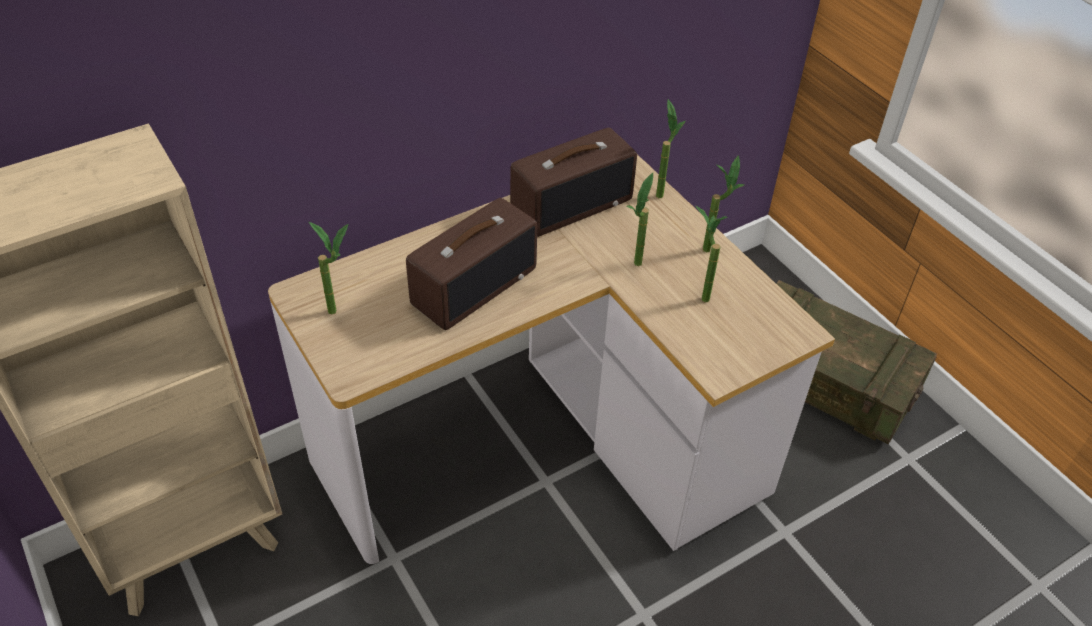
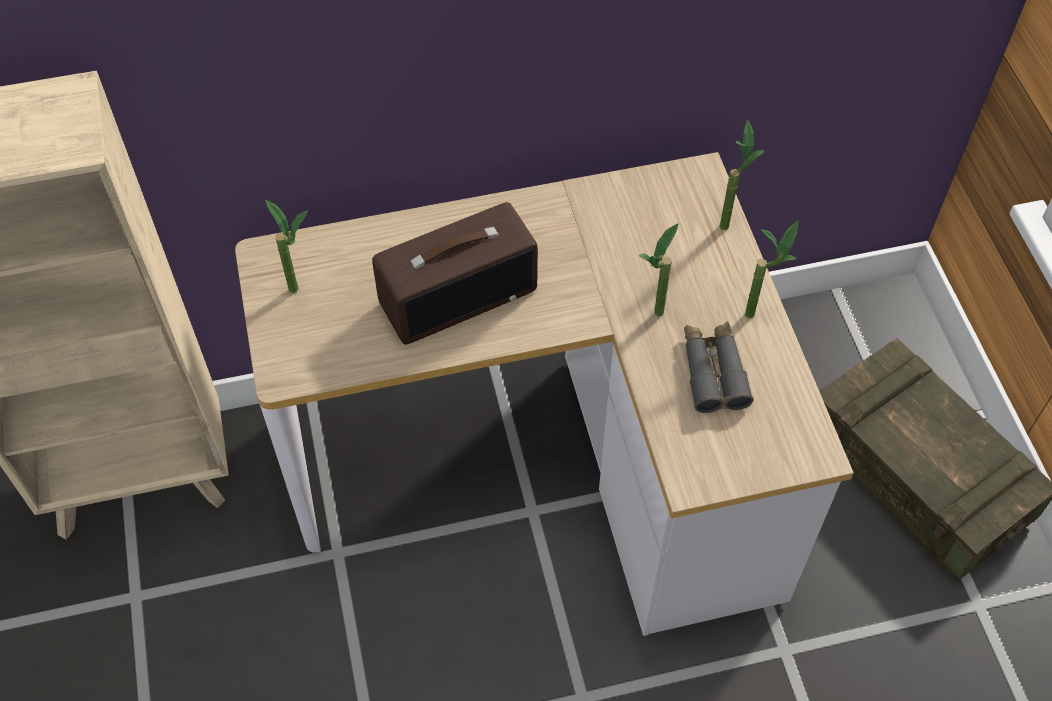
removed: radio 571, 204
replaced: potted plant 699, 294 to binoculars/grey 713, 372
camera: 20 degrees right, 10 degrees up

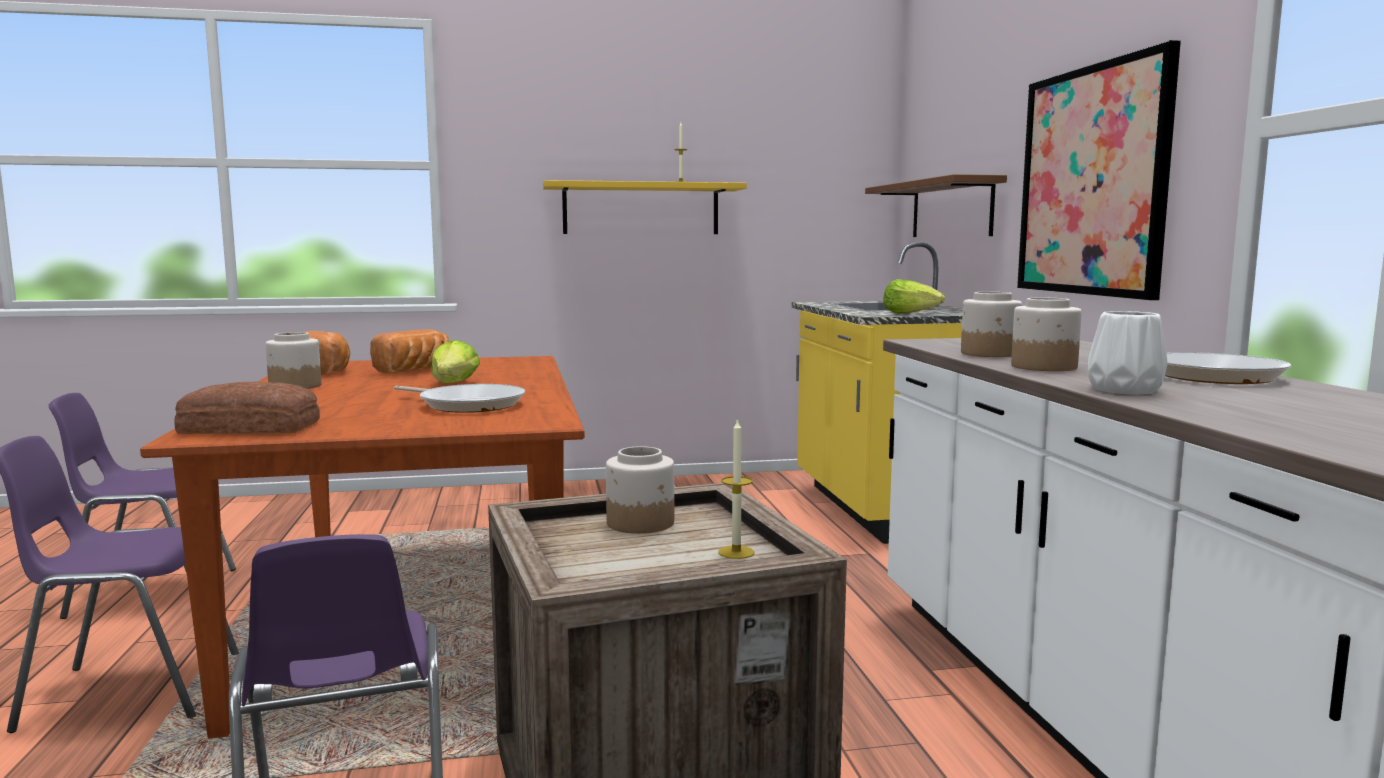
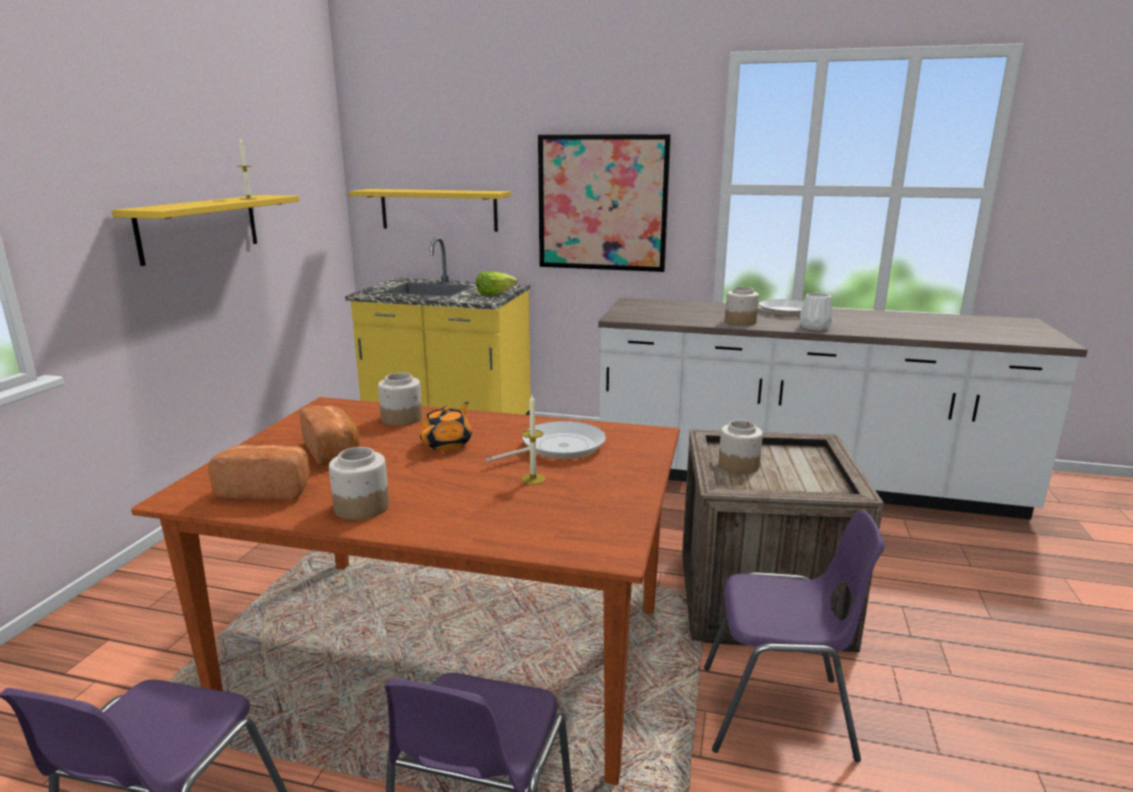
removed: bread 249, 428
moved: candle 736, 552 to 533, 479; jar 990, 354 to 402, 418
replaced: lettuce 454, 384 to teapot/orange 447, 444
recoloured: shelf/brown 951, 209 to shelf/yellow 438, 210
camera: 65 degrees left, 10 degrees up

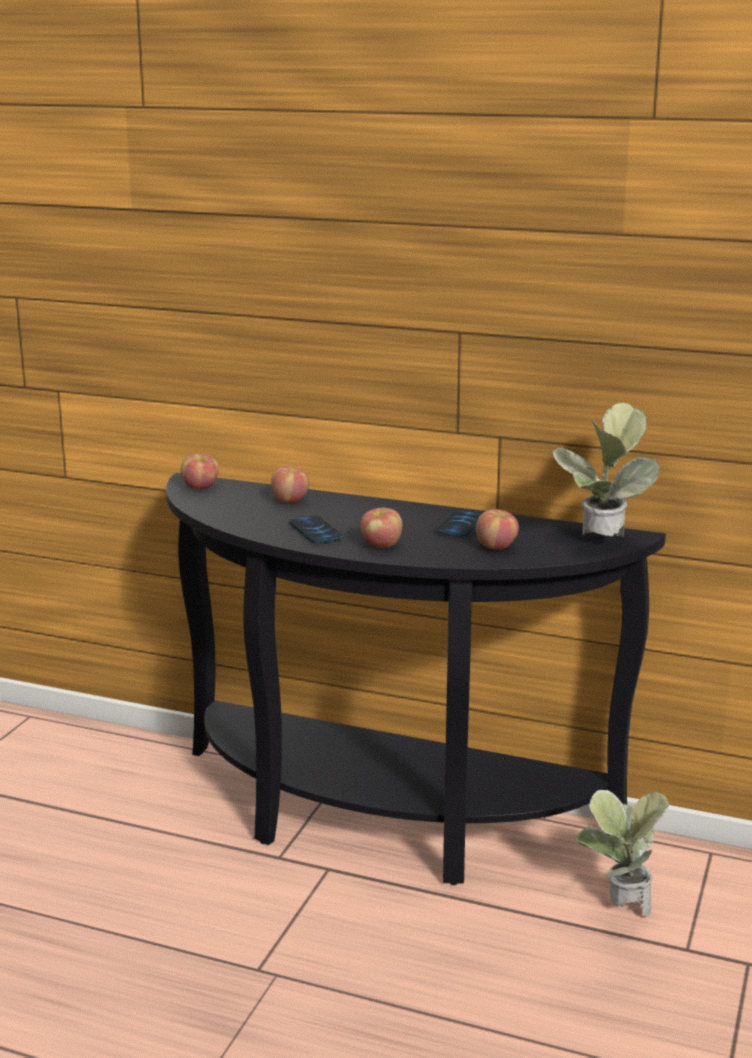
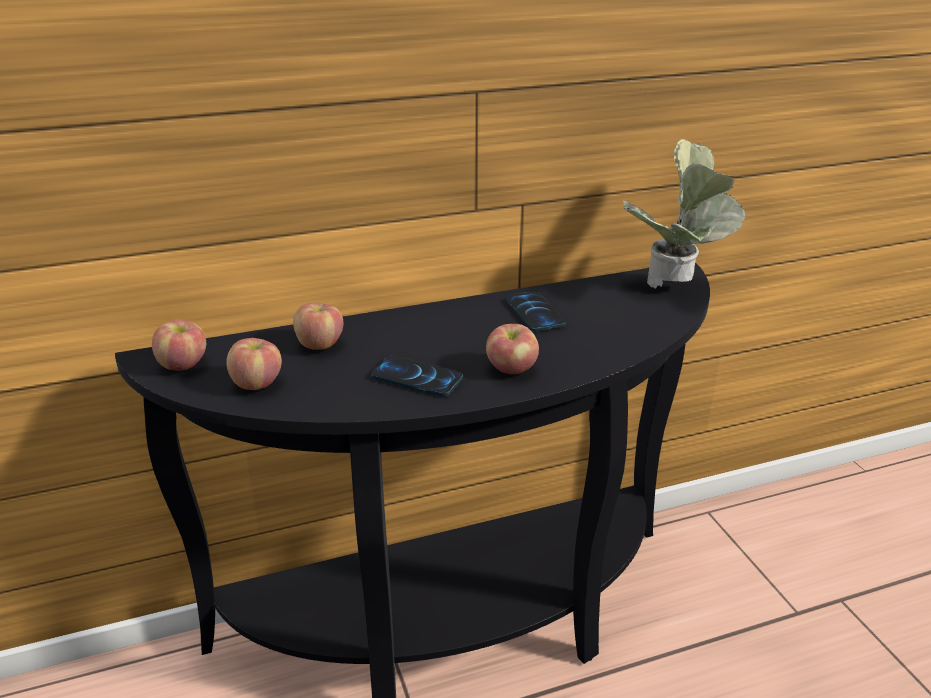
removed: potted plant 618, 907
moved: apple 496, 547 to 257, 383
camera: 40 degrees left, 10 degrees up

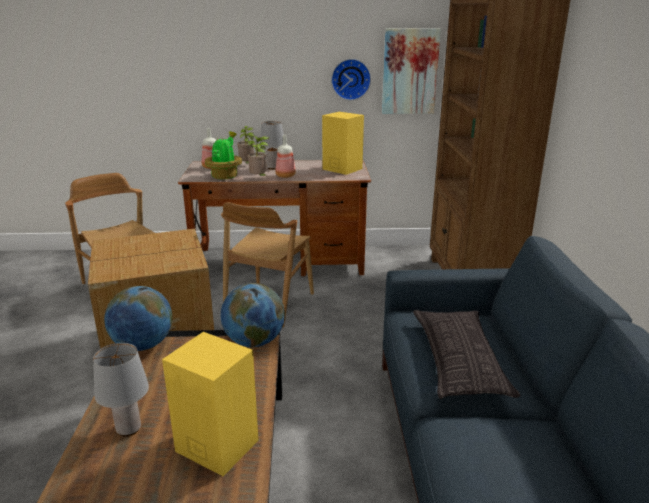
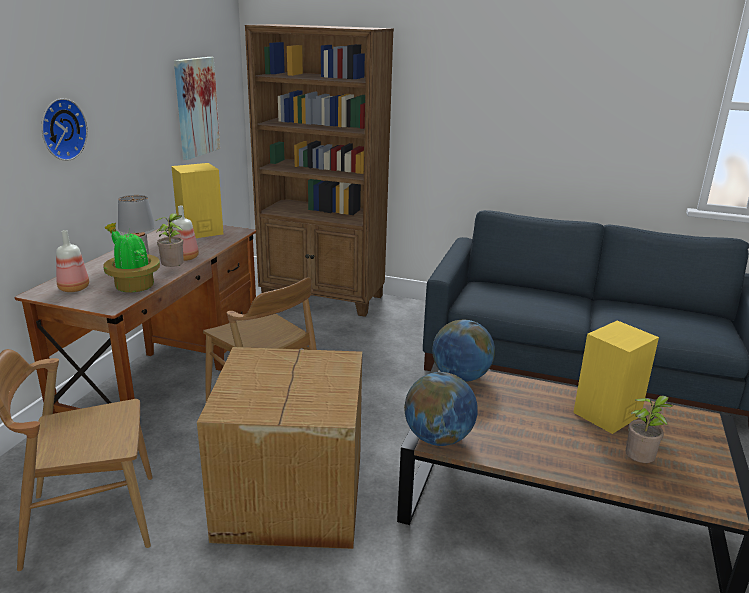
removed: table lamp/grey 128, 429; pillow 459, 360
moved: potted plant 247, 165 to 639, 463; wall clock 350, 79 to 61, 129
camera: 70 degrees left, 0 degrees up

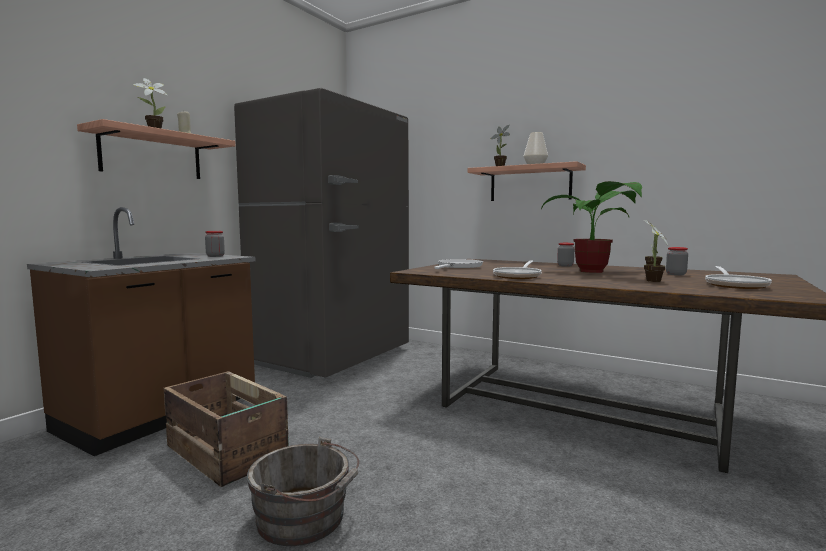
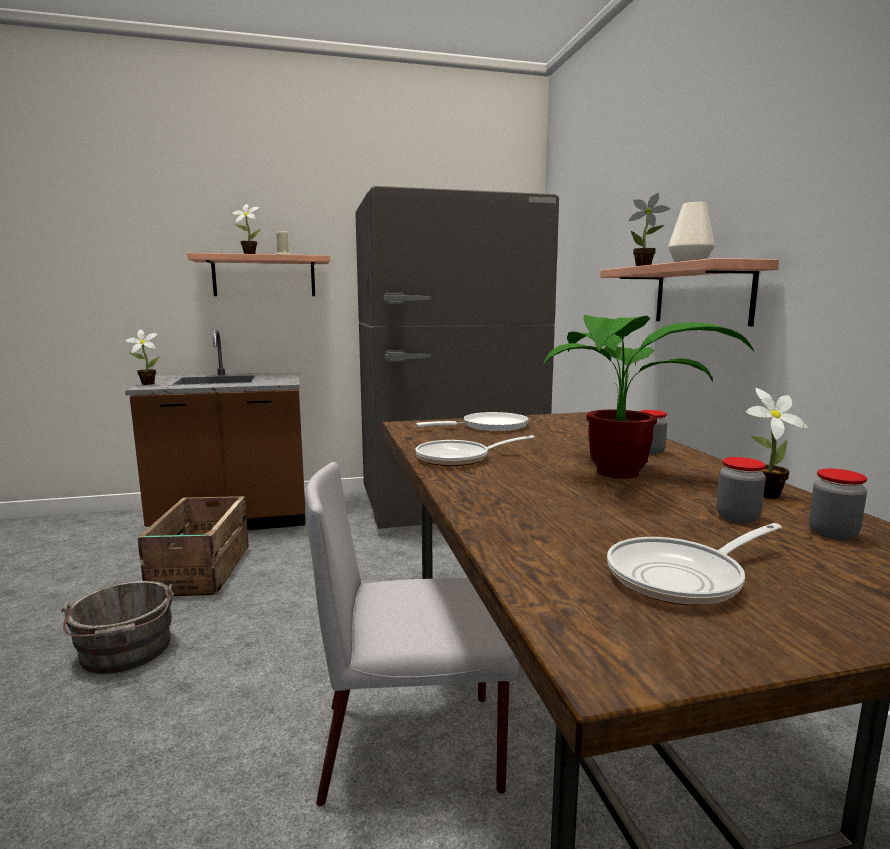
added: chair/grey 414, 745
moved: jar 215, 256 to 832, 534; potted plant 652, 281 to 146, 384
camera: 45 degrees right, 5 degrees up

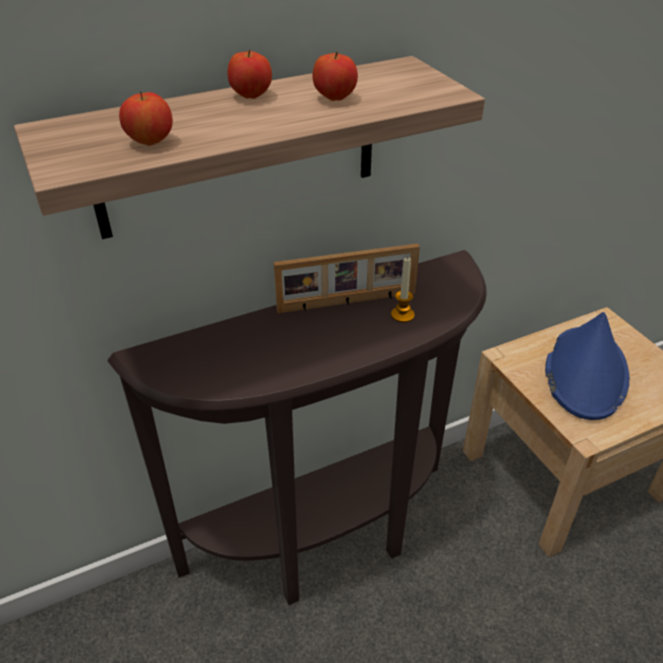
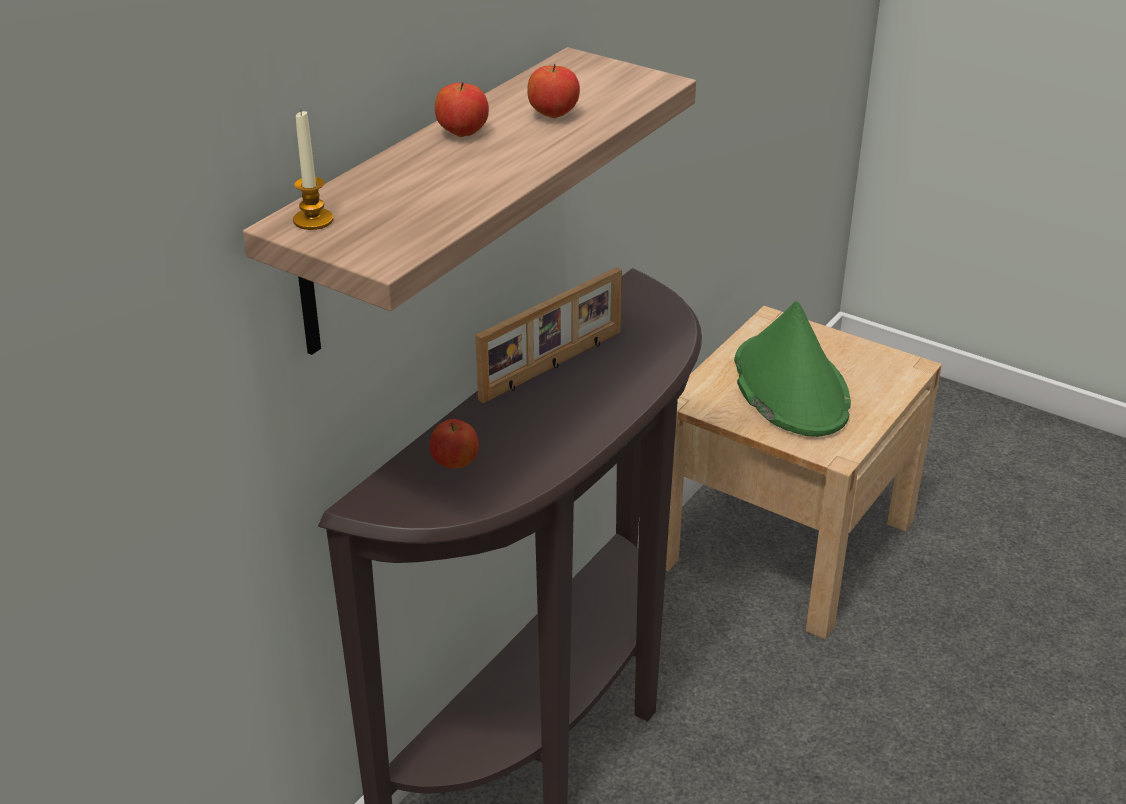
moved: apple 150, 142 to 455, 464; candle 402, 315 to 313, 220
recoloured: hat/blue 585, 372 to hat/green 789, 387
camera: 30 degrees left, 5 degrees down

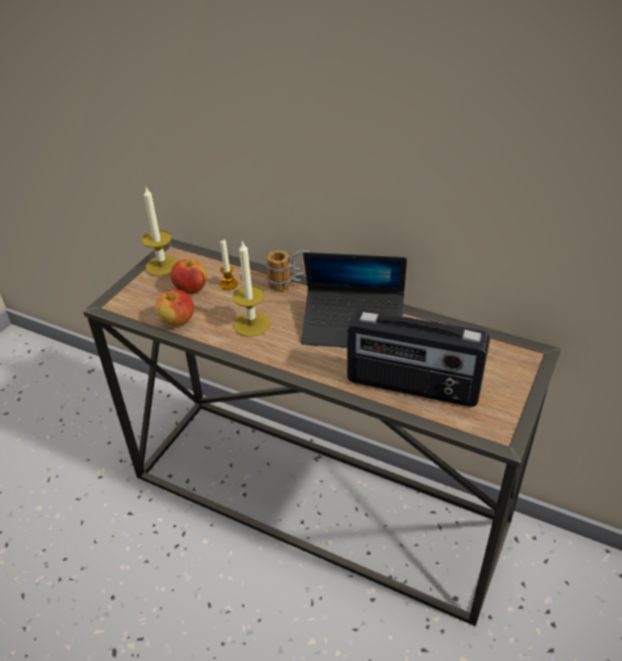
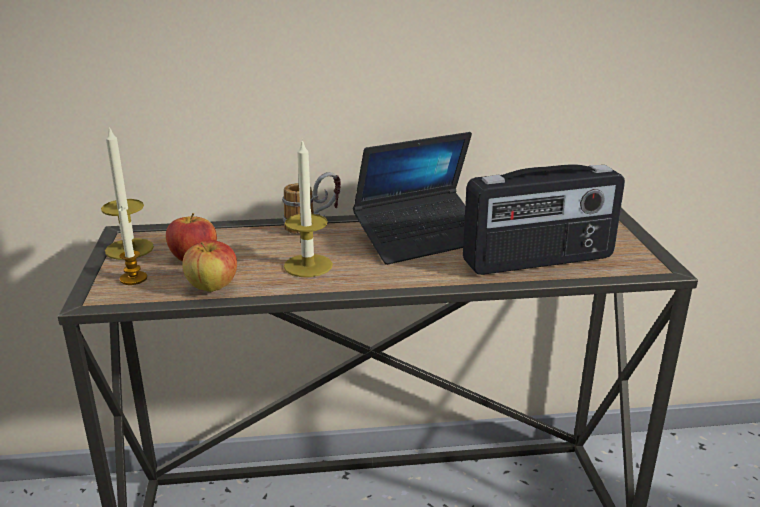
moved: candle 228, 284 to 133, 279
camera: 35 degrees left, 15 degrees down

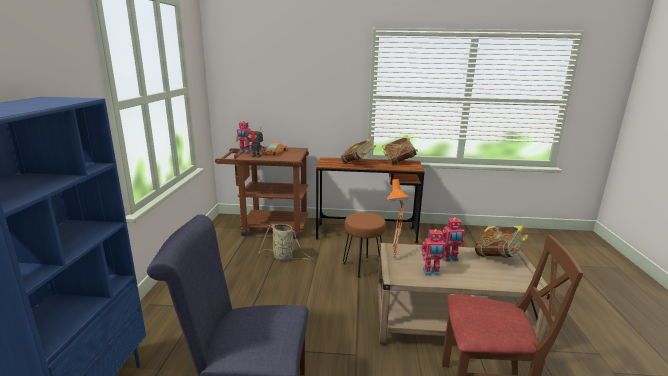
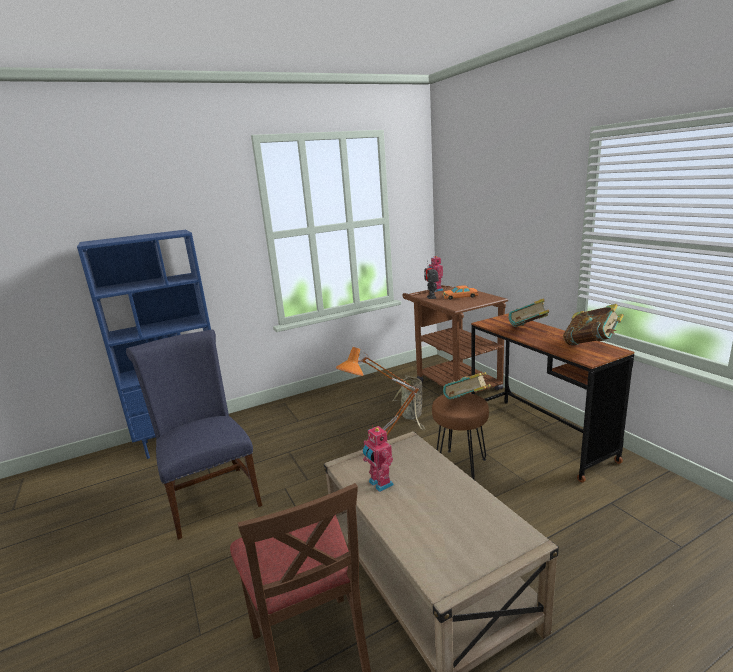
removed: toy robot 450, 258
moved: book 498, 257 to 467, 404
camera: 60 degrees right, 0 degrees up

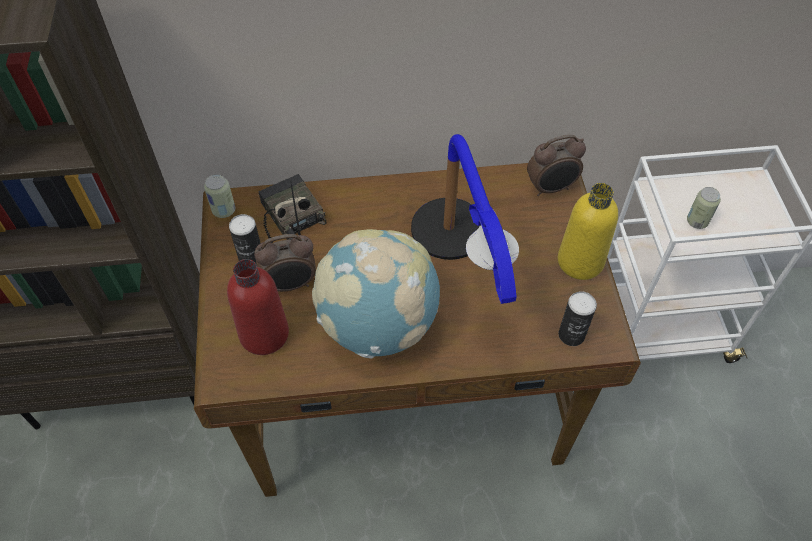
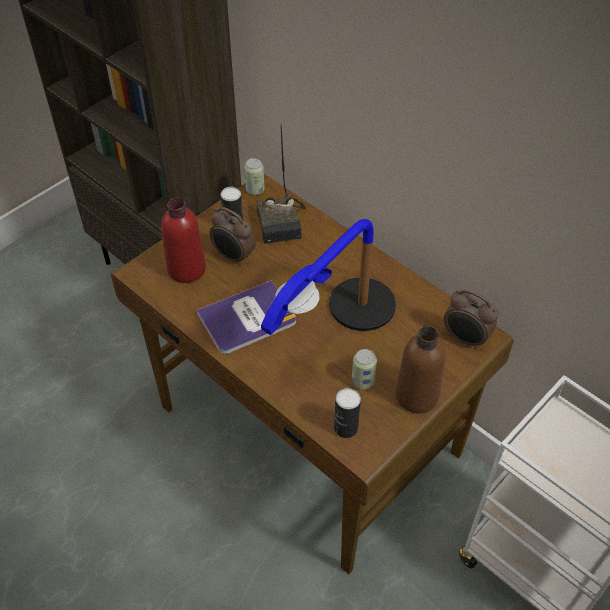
moved: can 697, 221 to 362, 381
replaced: globe 378, 325 to book 247, 318
recoloured: bottle/yellow 580, 261 to bottle/brown 416, 396
turned: radio 290, 218 = 282, 222 150 degrees clockwise
camera: 50 degrees right, 5 degrees down

